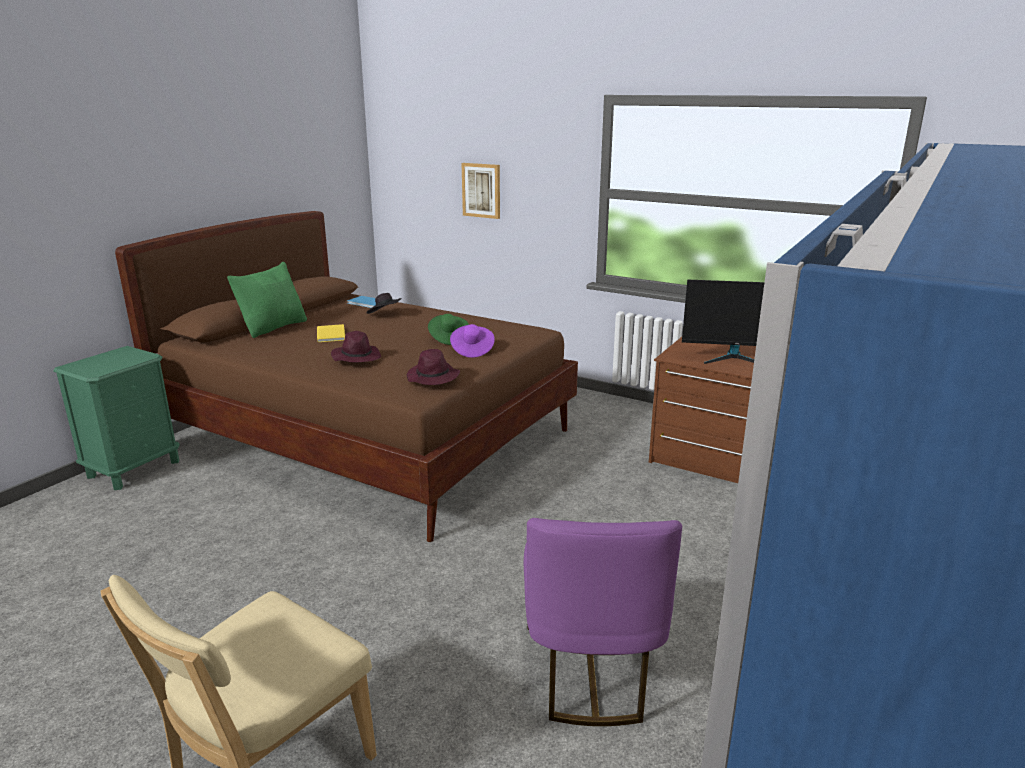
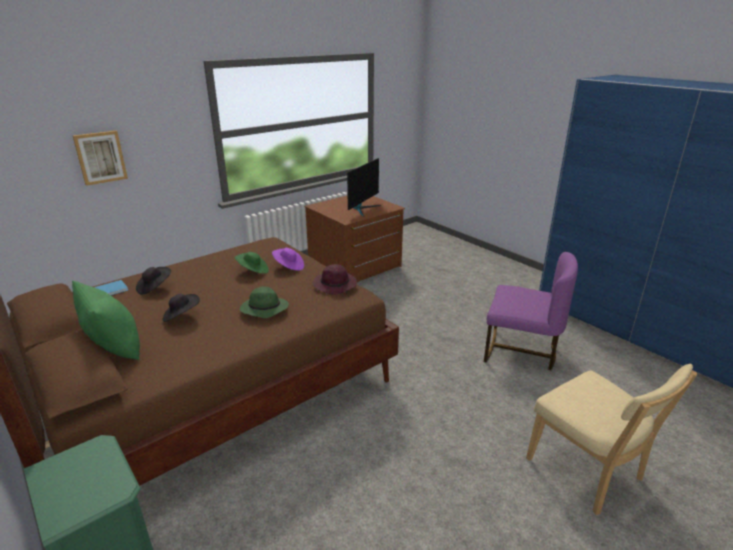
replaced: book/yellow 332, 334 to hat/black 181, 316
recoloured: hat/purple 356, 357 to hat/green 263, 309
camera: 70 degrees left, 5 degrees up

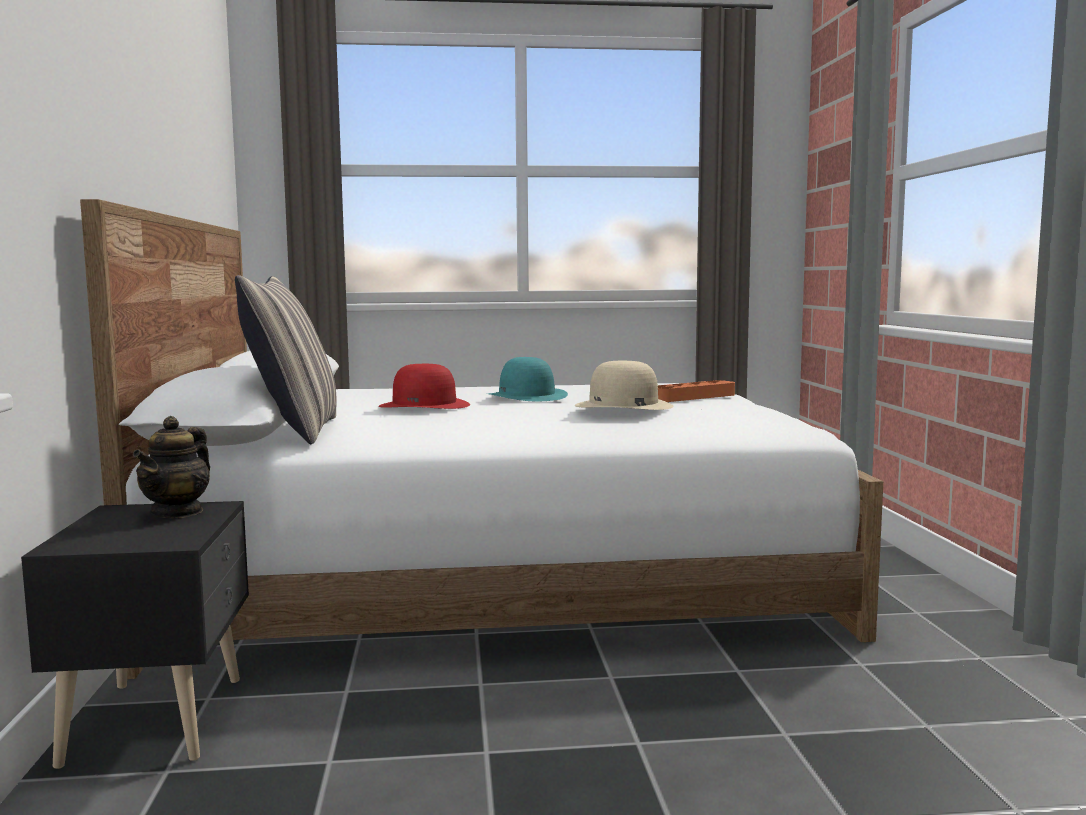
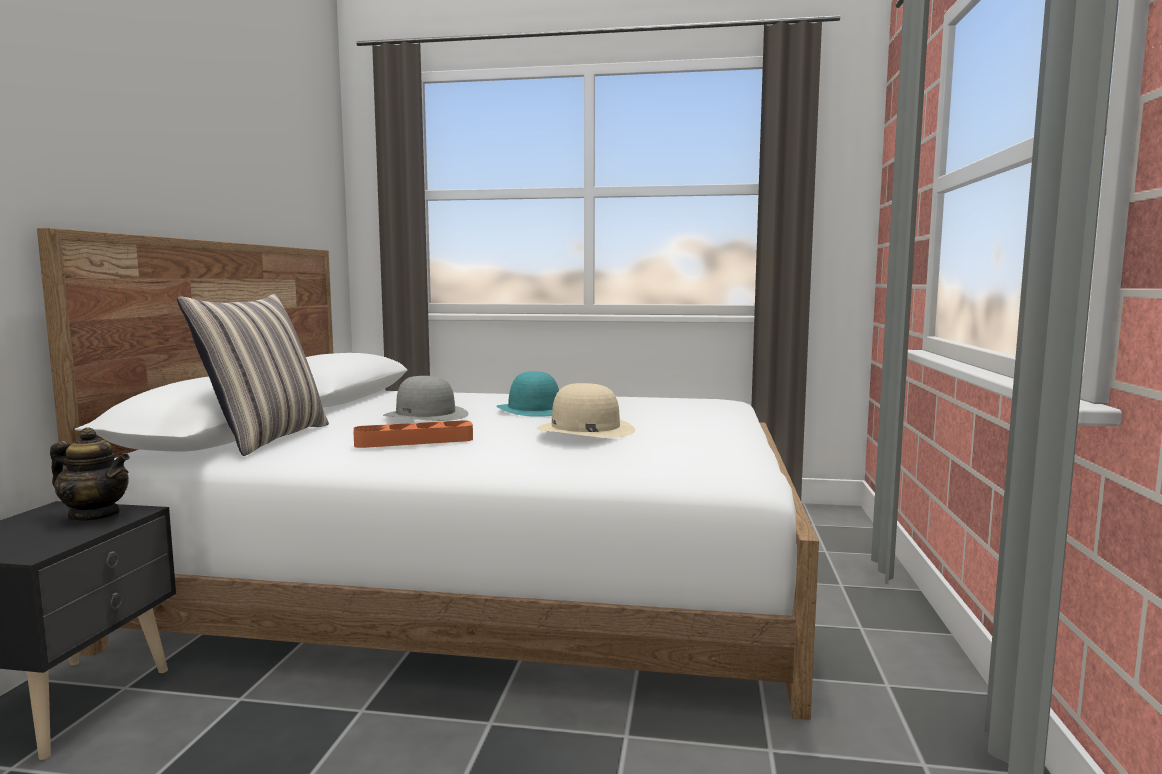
moved: tray/orange 692, 397 to 414, 441
recoloured: hat/red 425, 405 to hat/grey 426, 415
turned: teapot 177, 512 = 95, 515 105 degrees counterclockwise
camera: 15 degrees right, 0 degrees up

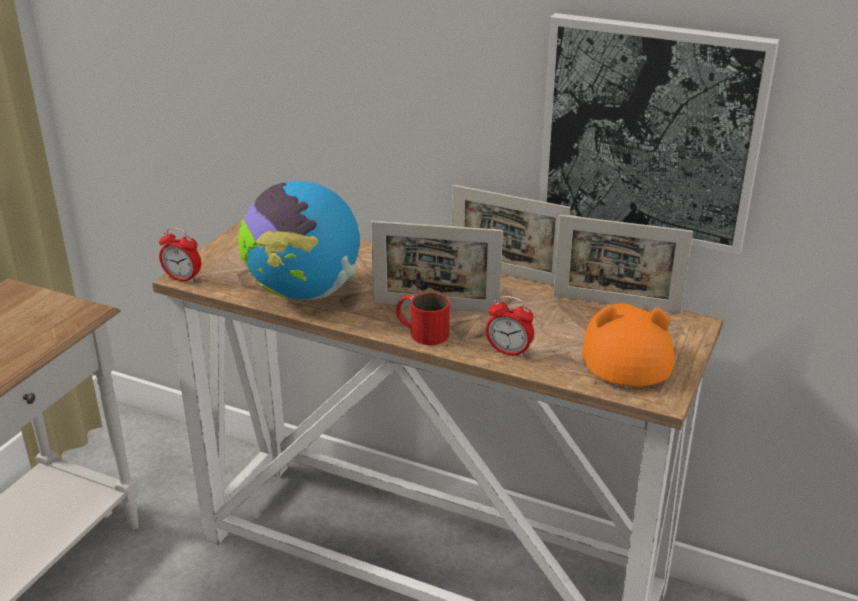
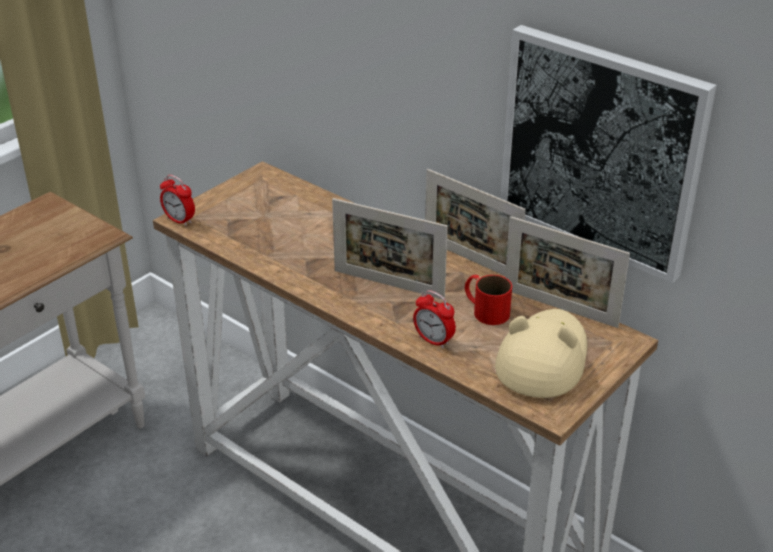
removed: globe 303, 293
moved: mug/red 421, 331 to 485, 309
recoloured: hat/orange 625, 351 to hat/beige 542, 359
camera: 15 degrees right, 5 degrees up

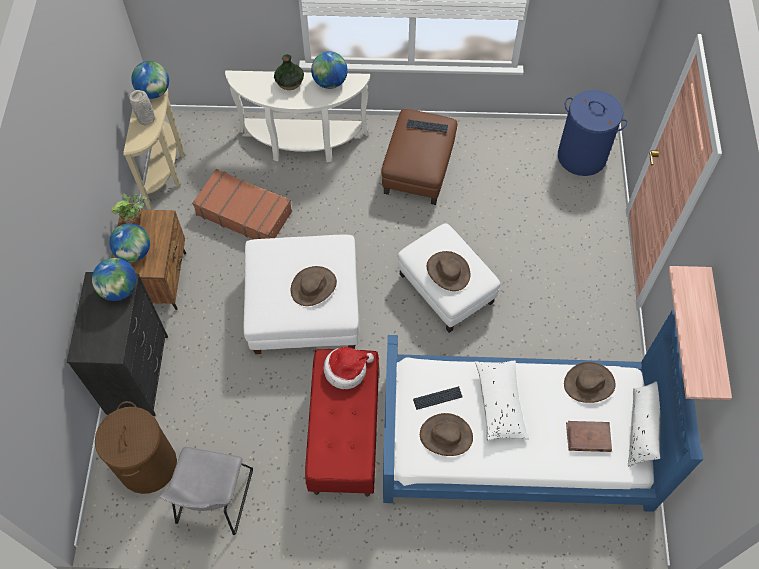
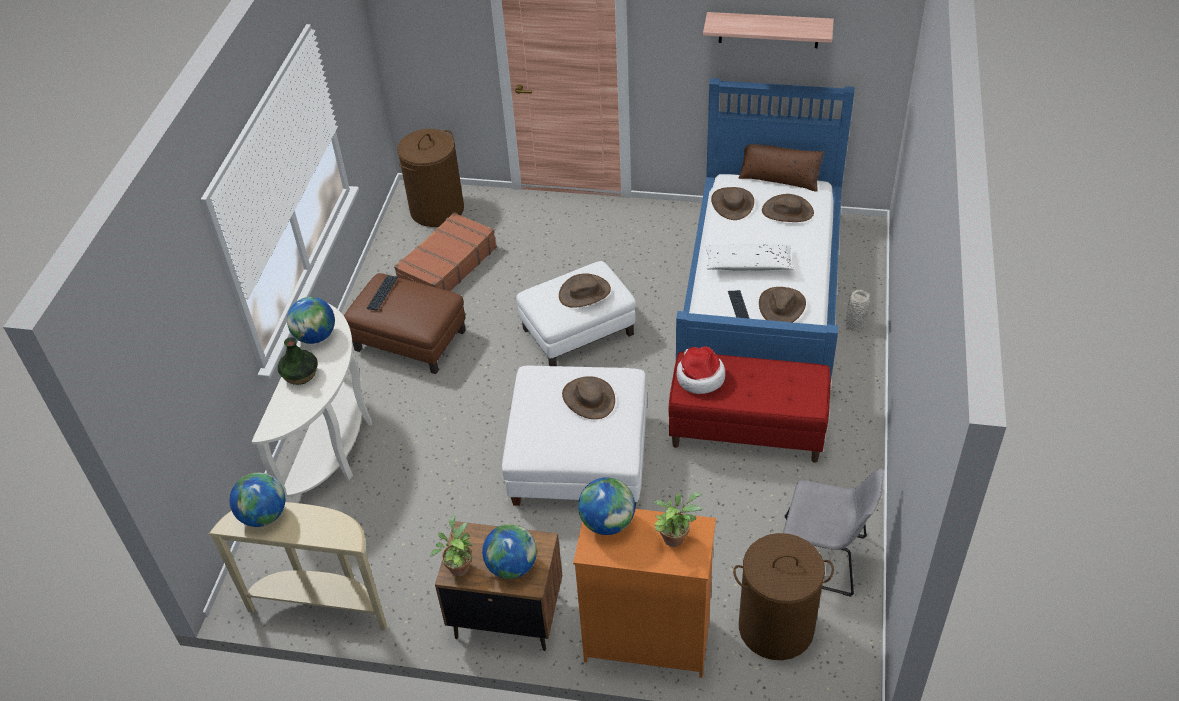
added: potted plant 675, 536
moved: vase/grey 147, 119 to 854, 324; suitcase/brown 244, 212 to 447, 266
replaced: book/brown 588, 437 to hat/brown 787, 211
recoloured: dresser/black 138, 374 to dresser/orange 647, 639; laundry basket/blue 582, 156 to laundry basket/brown 437, 209; pillow/white 641, 428 to pillow/brown 779, 179
camera: 80 degrees left, 15 degrees down

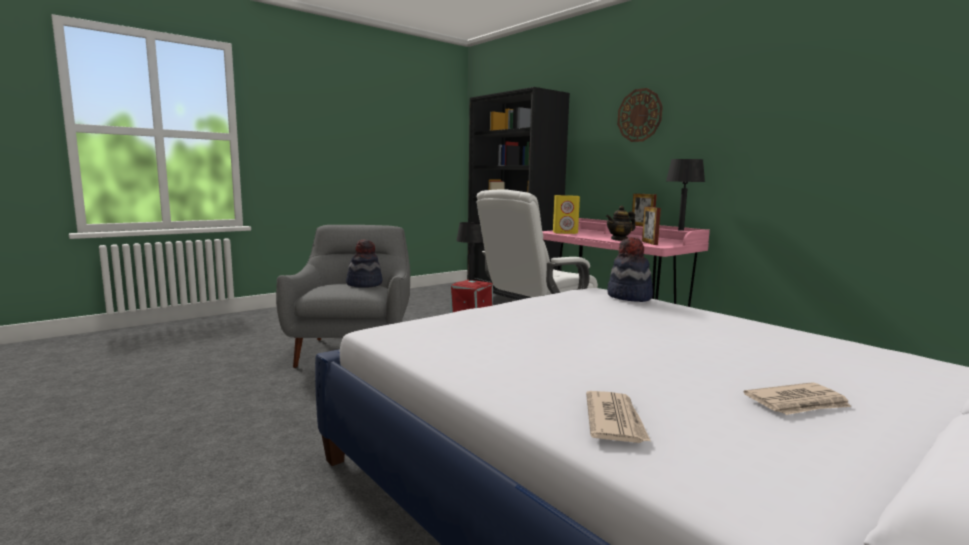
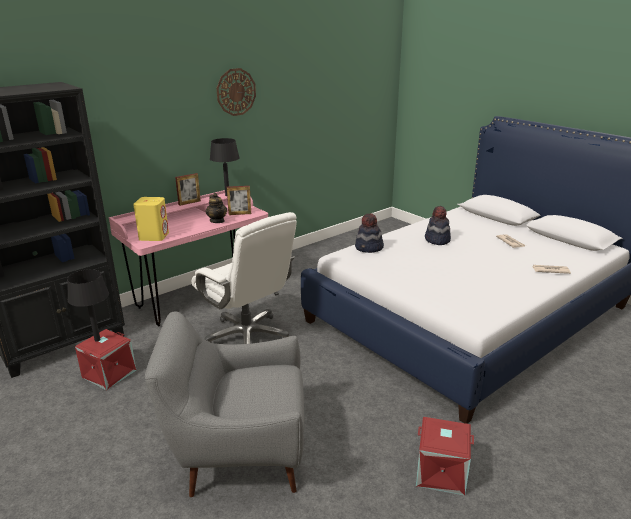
added: storage box/red 440, 473
moved: hat 364, 284 to 437, 240; wall clock 639, 115 to 236, 92
camera: 90 degrees left, 15 degrees up

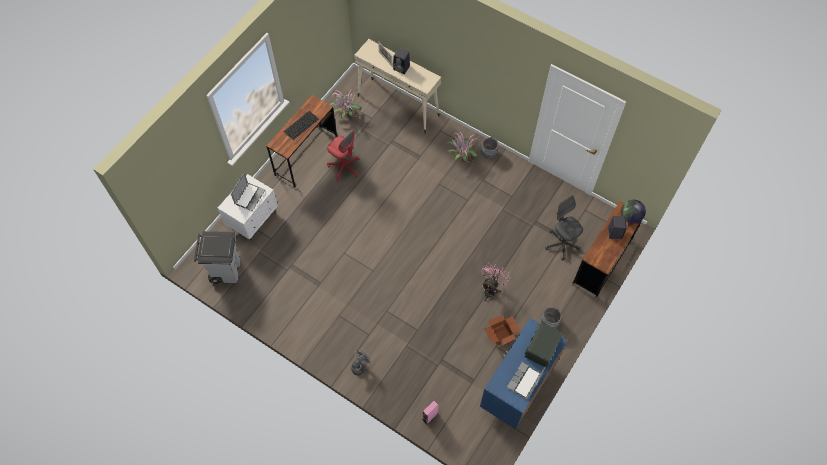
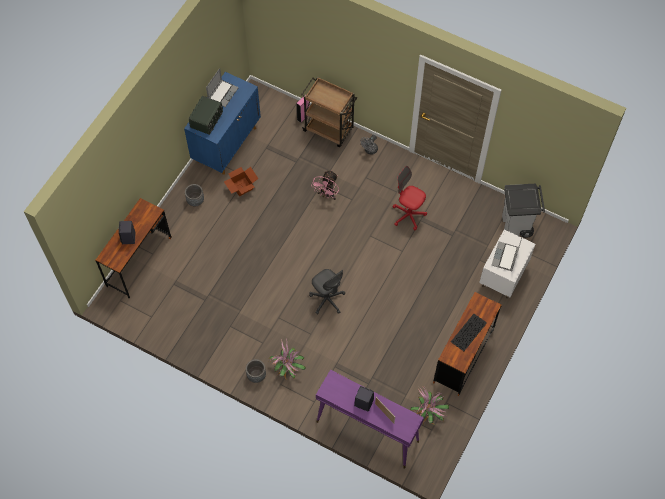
removed: globe 630, 217
added: cart/brown 329, 130
moved: office chair/red 344, 167 to 408, 215; fan/pink 491, 288 to 327, 195; office chair/grey 561, 244 to 327, 300
recoloured: console table/beige 398, 106 to console table/purple 367, 431
camera: 175 degrees right, 0 degrees up

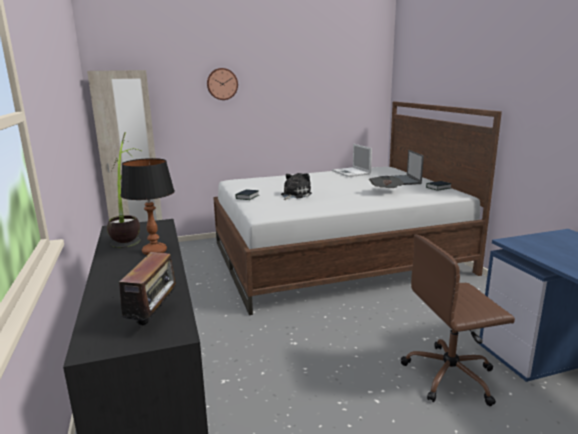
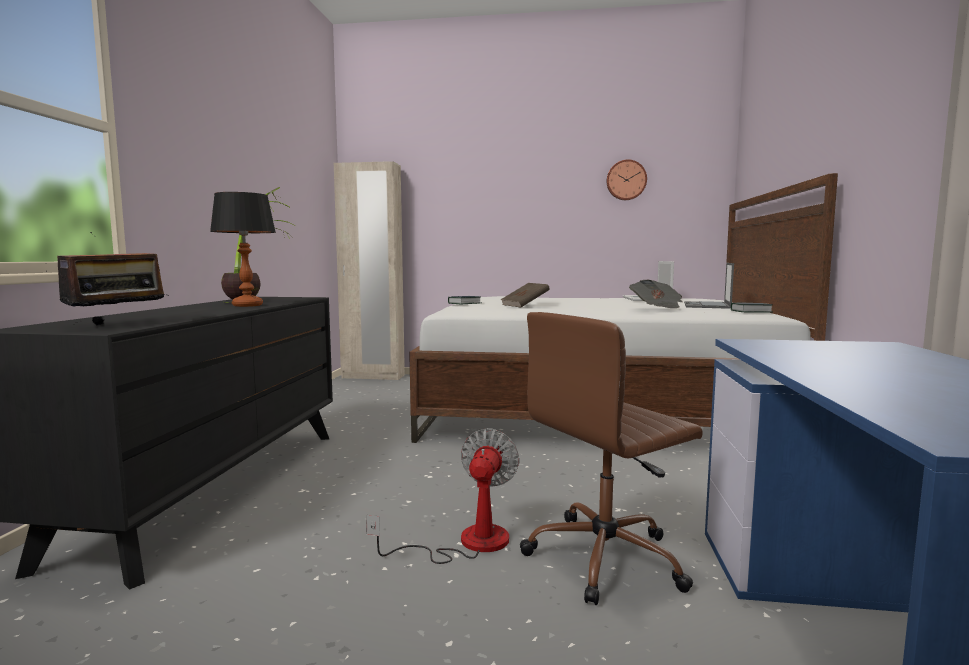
added: fan 467, 543
moved: wall clock 222, 84 to 626, 180
replaced: plush toy 294, 195 to book/brown 525, 305
turned: office chair/brown 451, 375 = 606, 558 45 degrees counterclockwise
camera: 25 degrees right, 10 degrees down

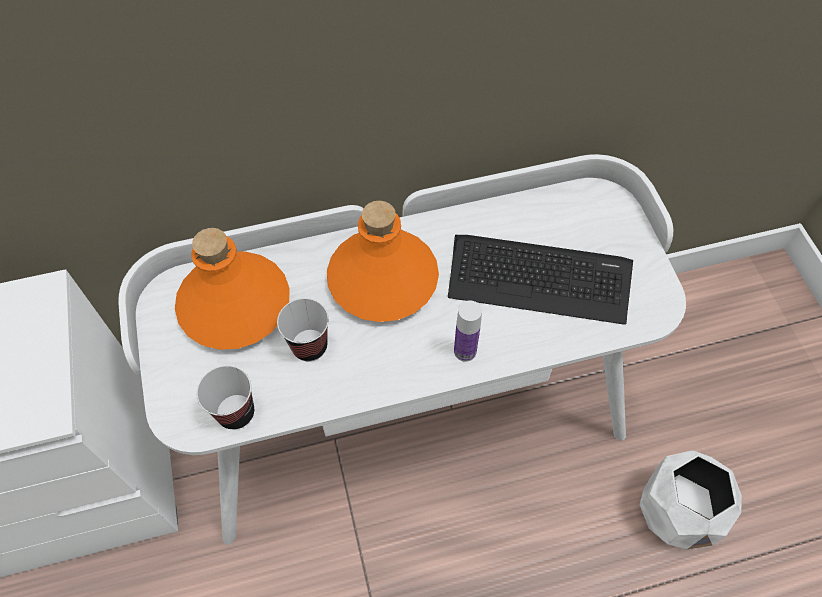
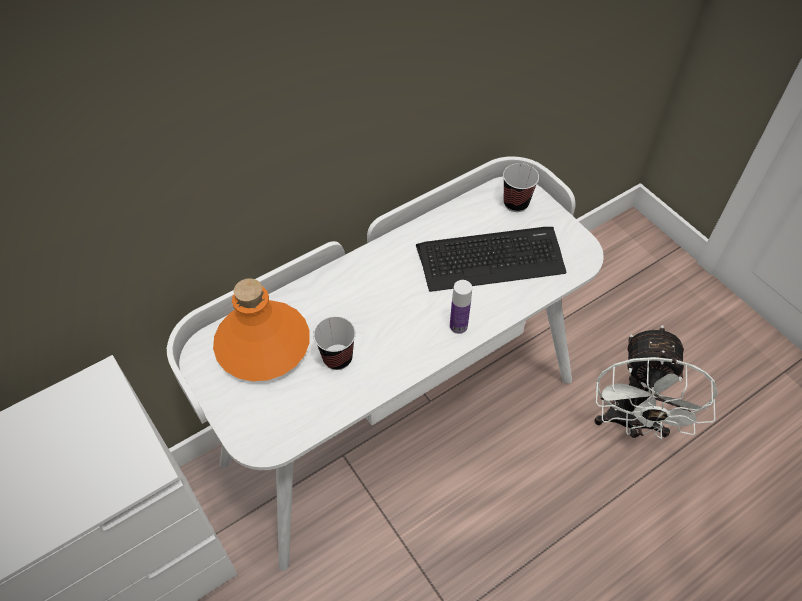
removed: bottle/orange 382, 279
moved: cup 236, 413 to 516, 203
replaced: planter/white 677, 512 to fan/white 631, 423
camera: 20 degrees left, 5 degrees down

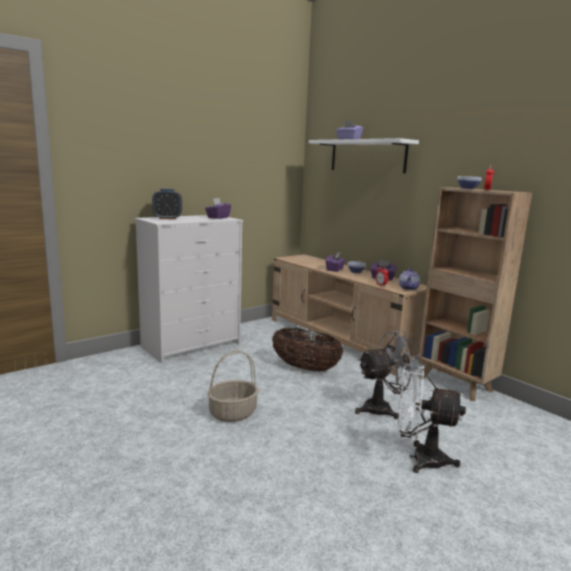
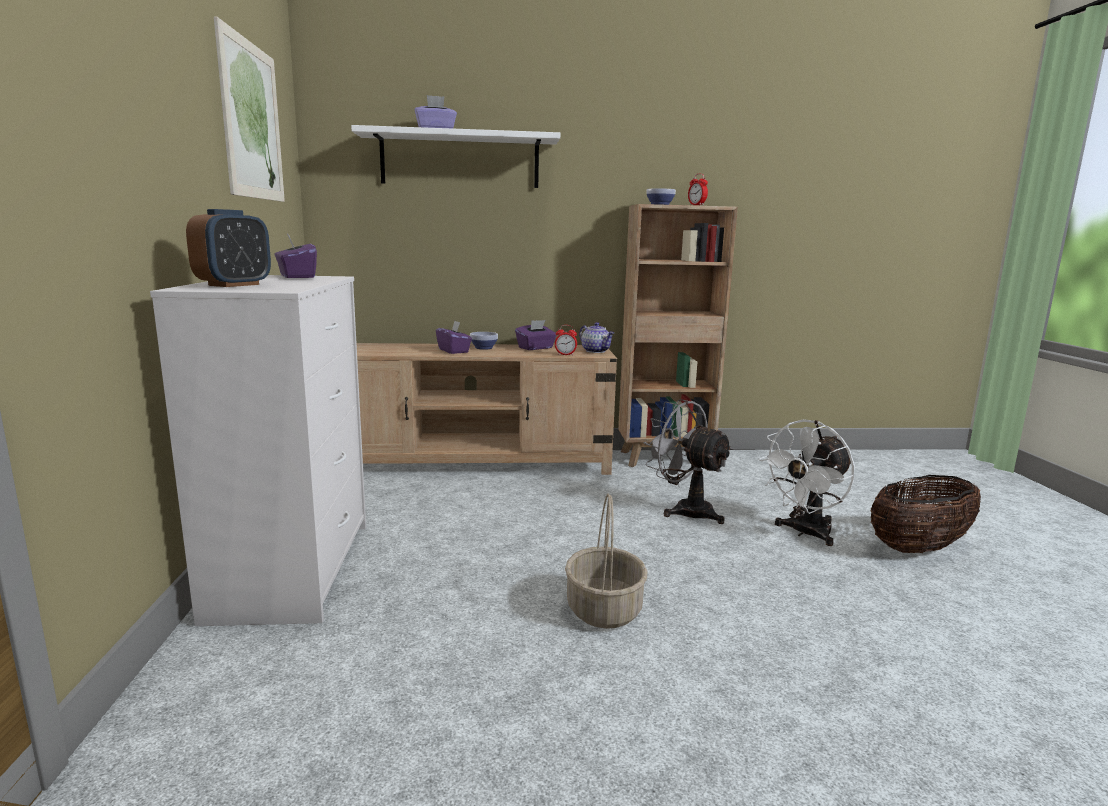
added: picture 252, 121
moved: basket 305, 368 to 919, 548
turned: fan/grey 383, 409 = 685, 510 60 degrees counterclockwise
camera: 55 degrees left, 0 degrees up

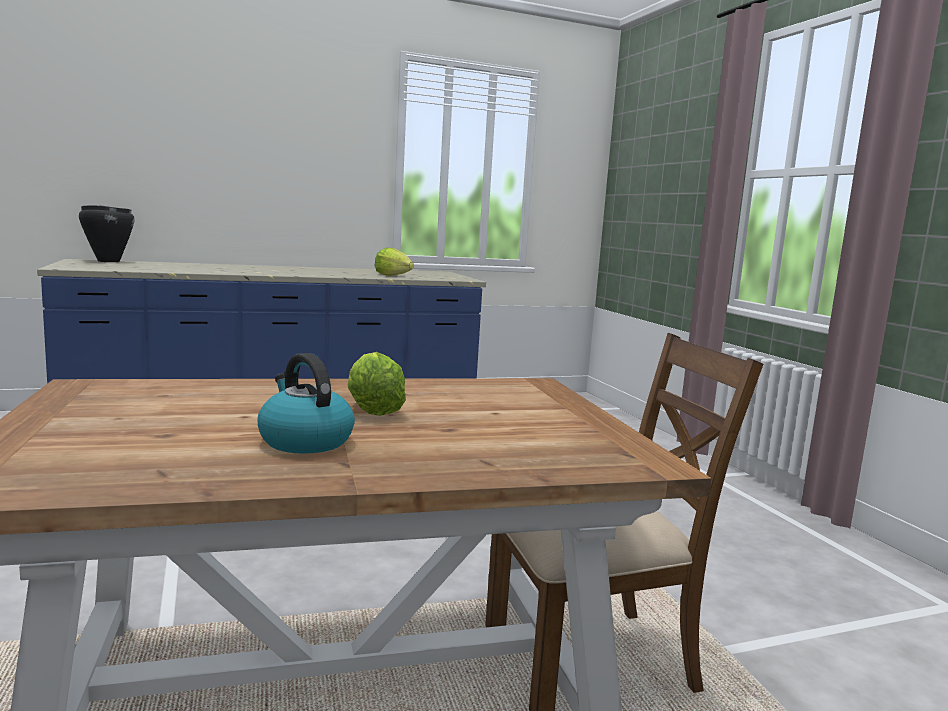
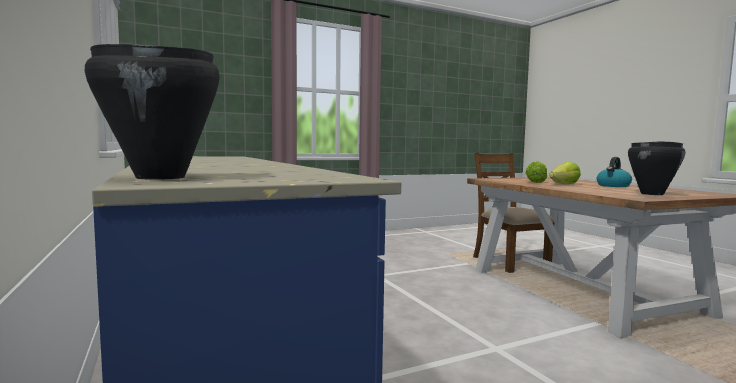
added: cooking pot/black 652, 194
moved: lettuce 392, 275 to 536, 182
camera: 95 degrees left, 5 degrees down

